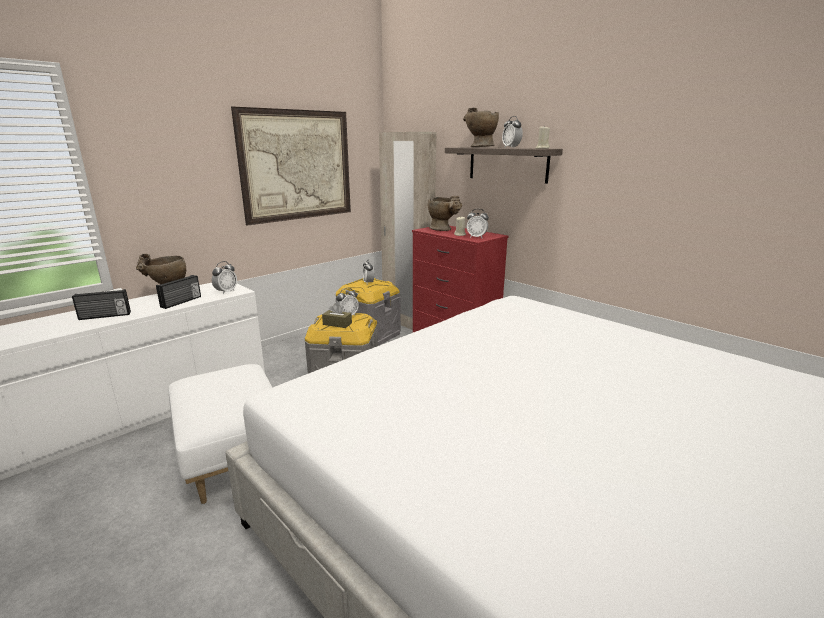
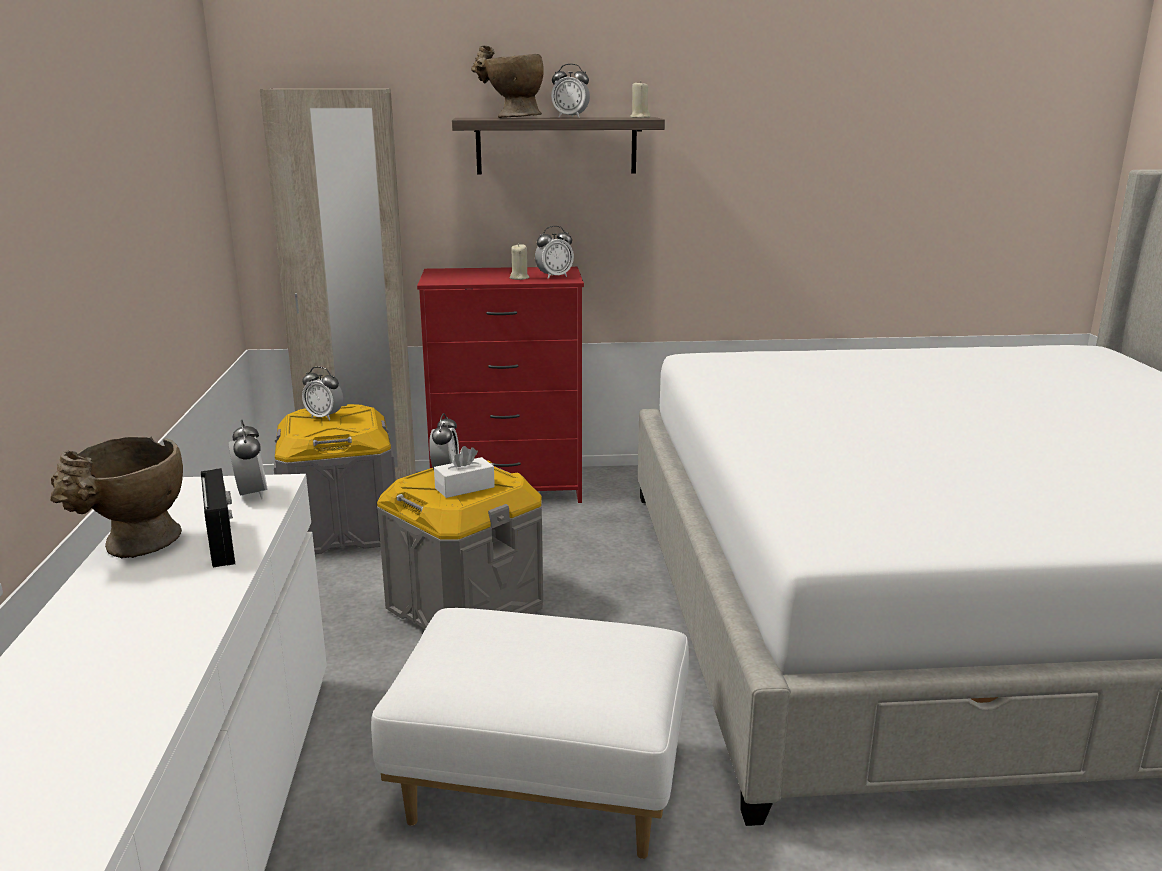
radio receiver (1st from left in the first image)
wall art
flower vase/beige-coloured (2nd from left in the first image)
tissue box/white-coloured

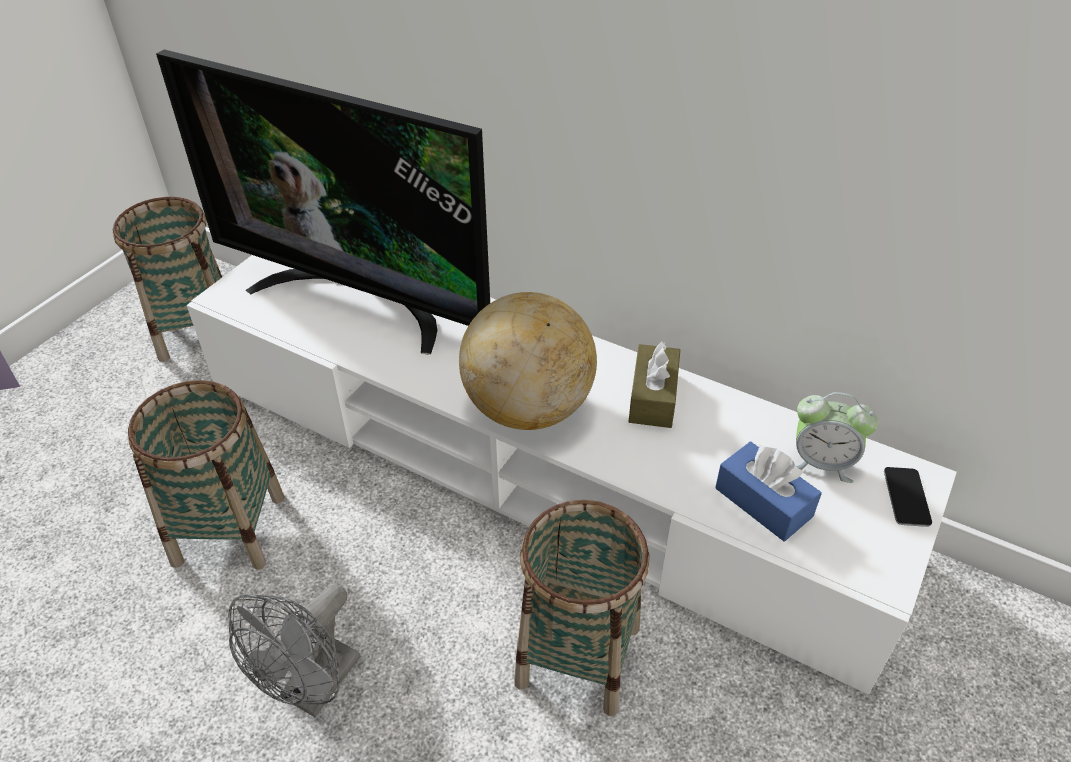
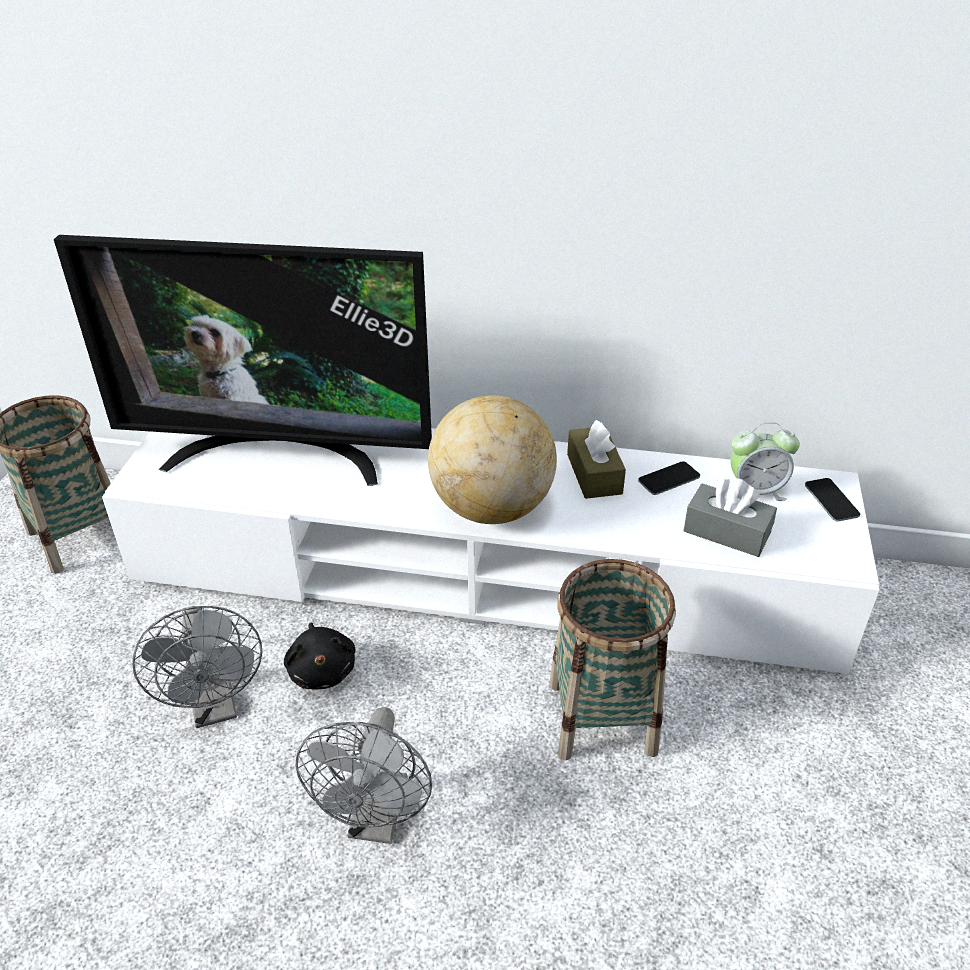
soft toy/blackish
telephone (1st from left)
cooling fan/greyish (1st from left)
tissue box/greyish

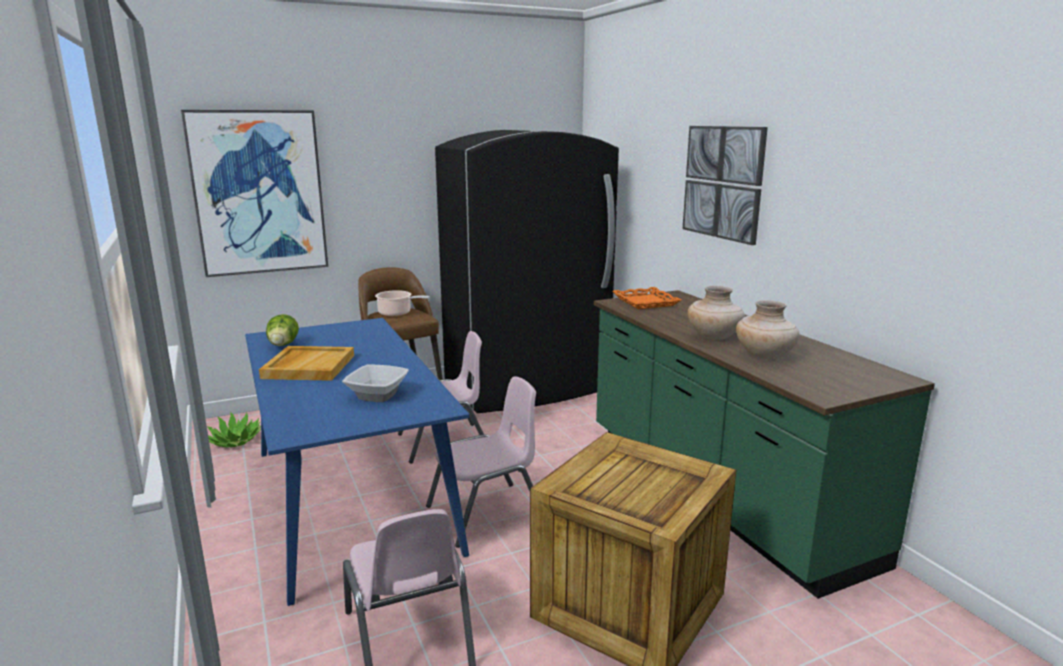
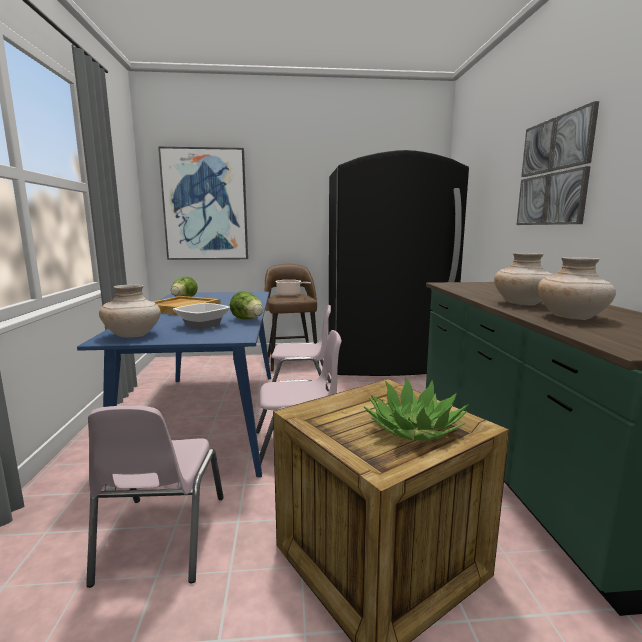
carrying tray/orange-coloured
flower vase/beige-coloured (1st from left)
lettuce head (2nd from left)
potted plant

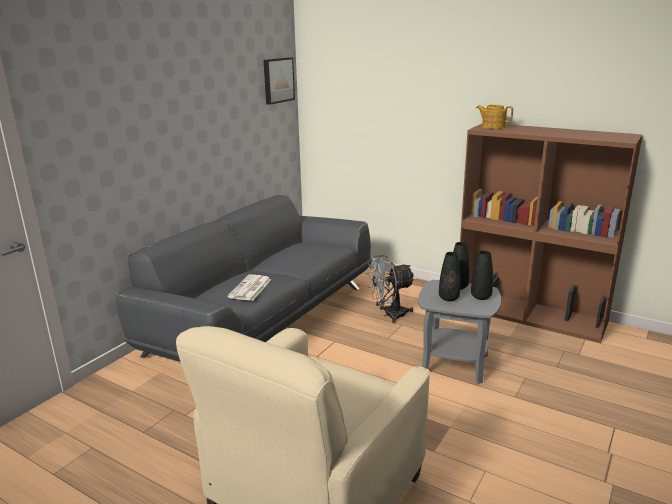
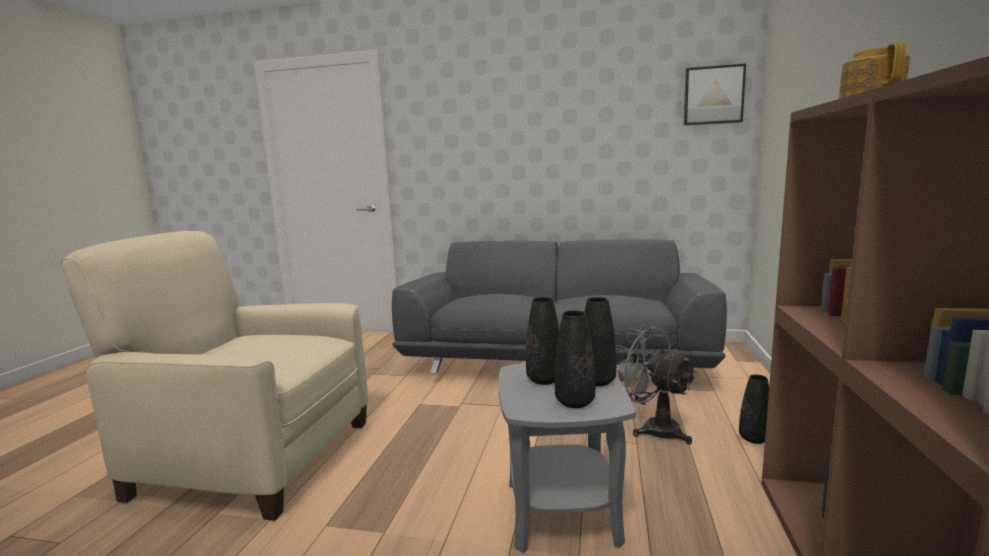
newspaper
flower vase/blackish (4th from left)

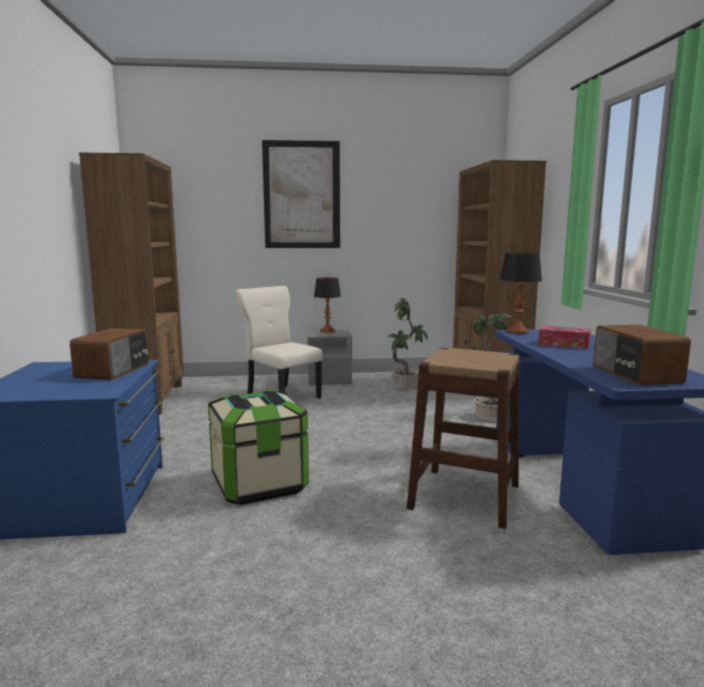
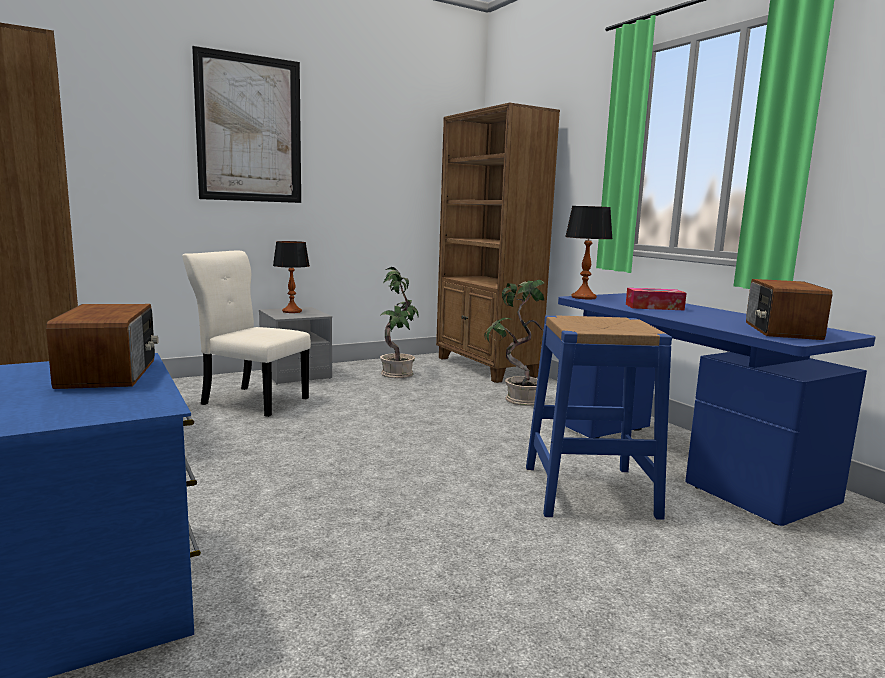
storage box
stool/blue-coloured
radio receiver (2nd from left)

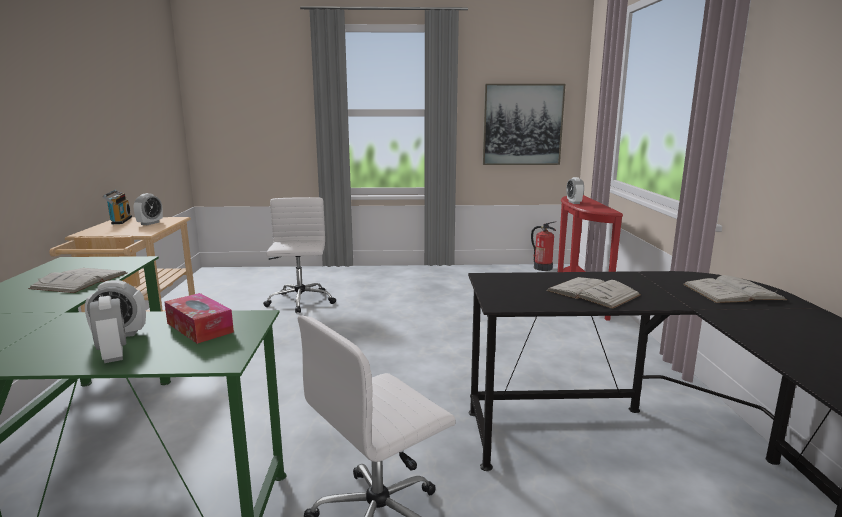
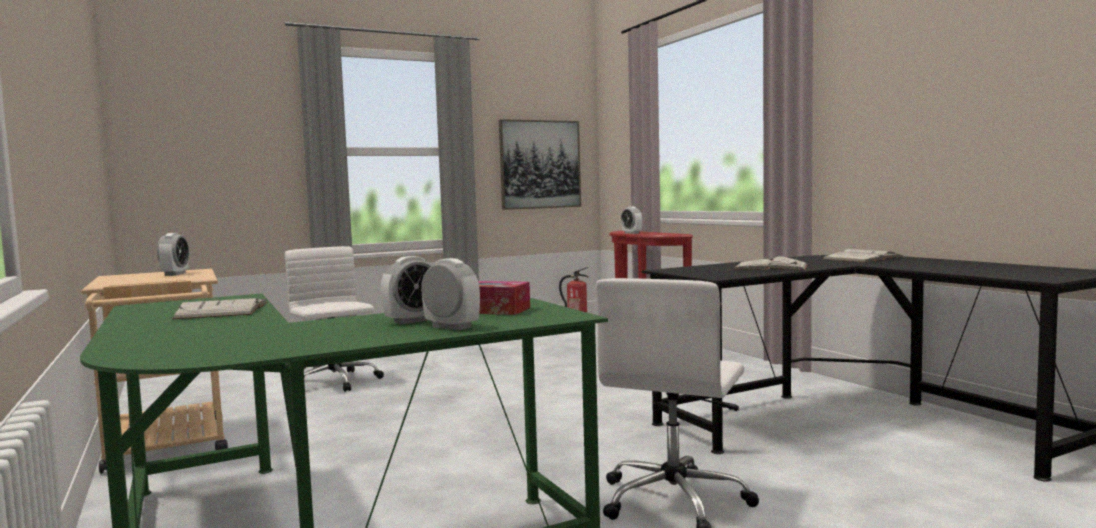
radio receiver

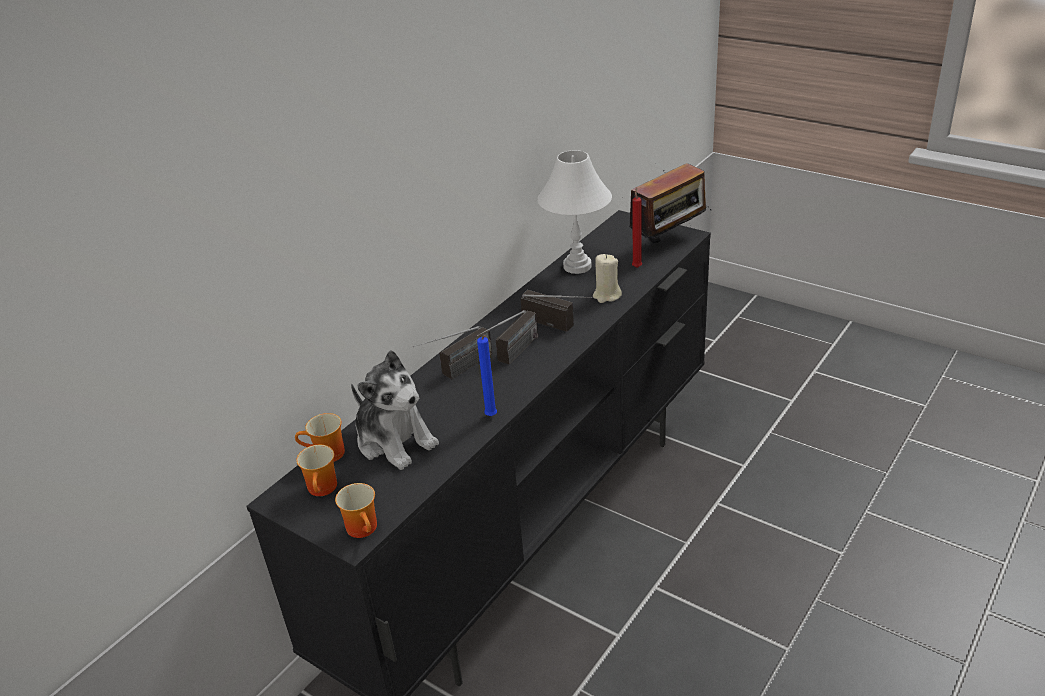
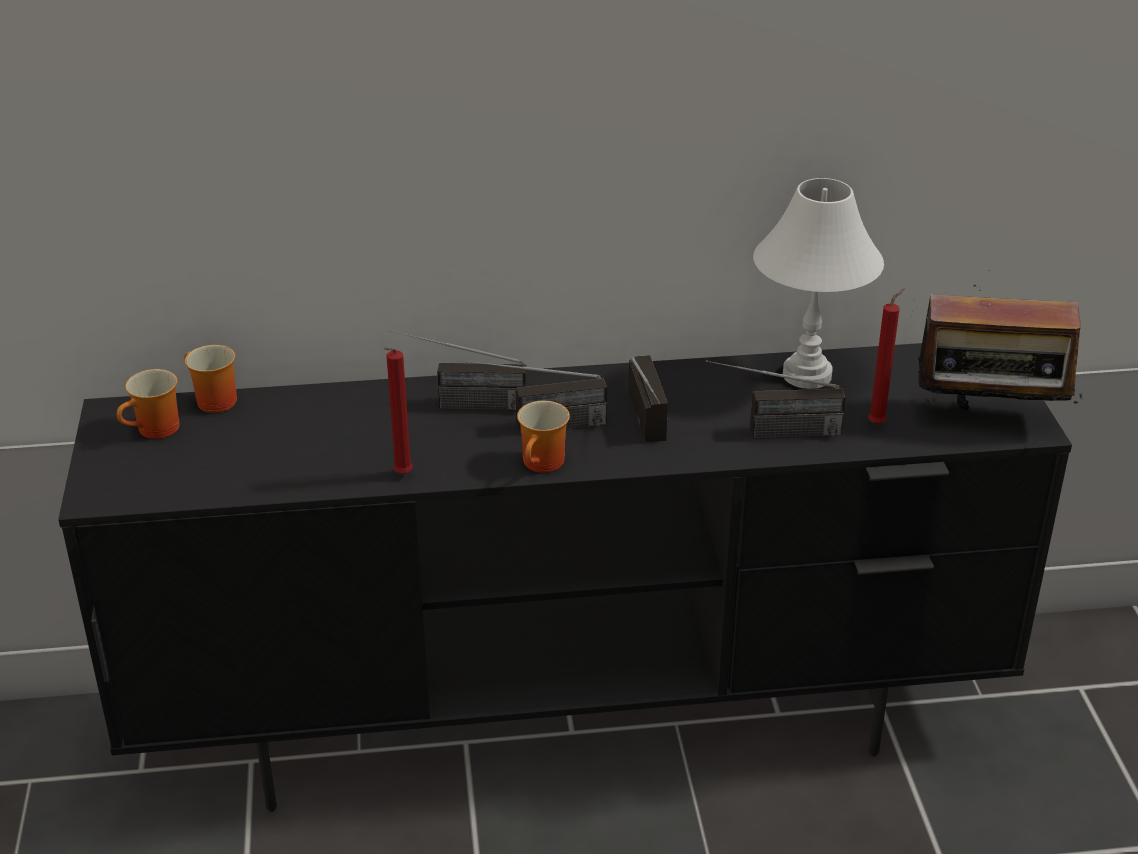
soft toy
tea mug (3rd from left)
radio receiver (4th from left)
wax light/red-coloured (1st from left)

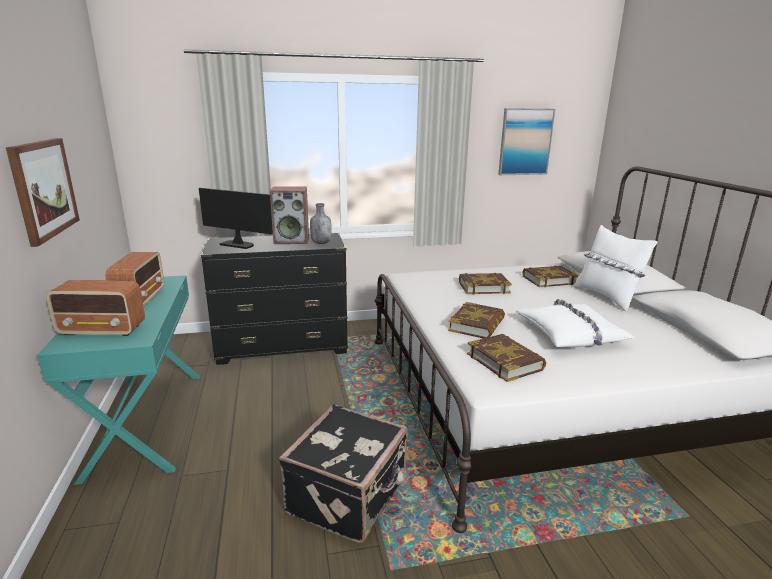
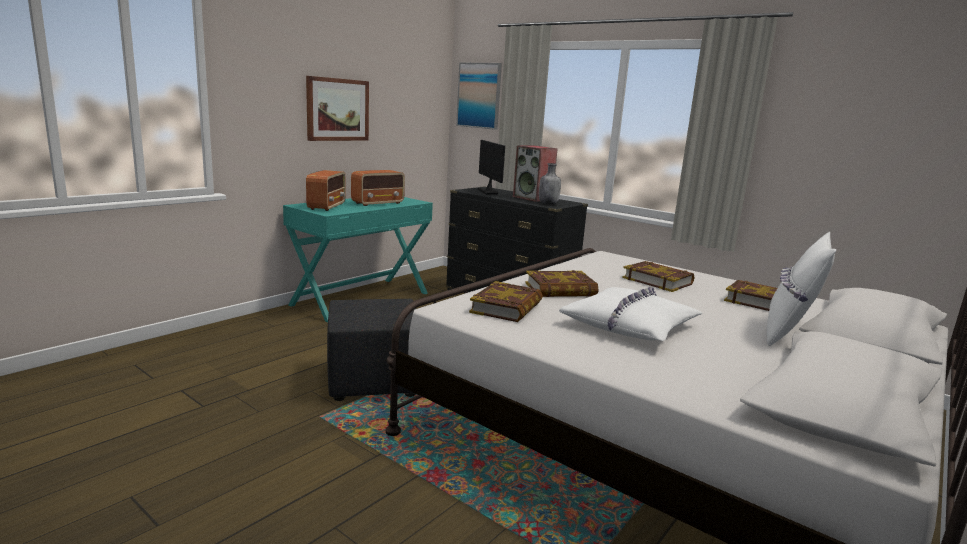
wall art (2nd from left)
pouffe/blackish
radio receiver (1st from left)

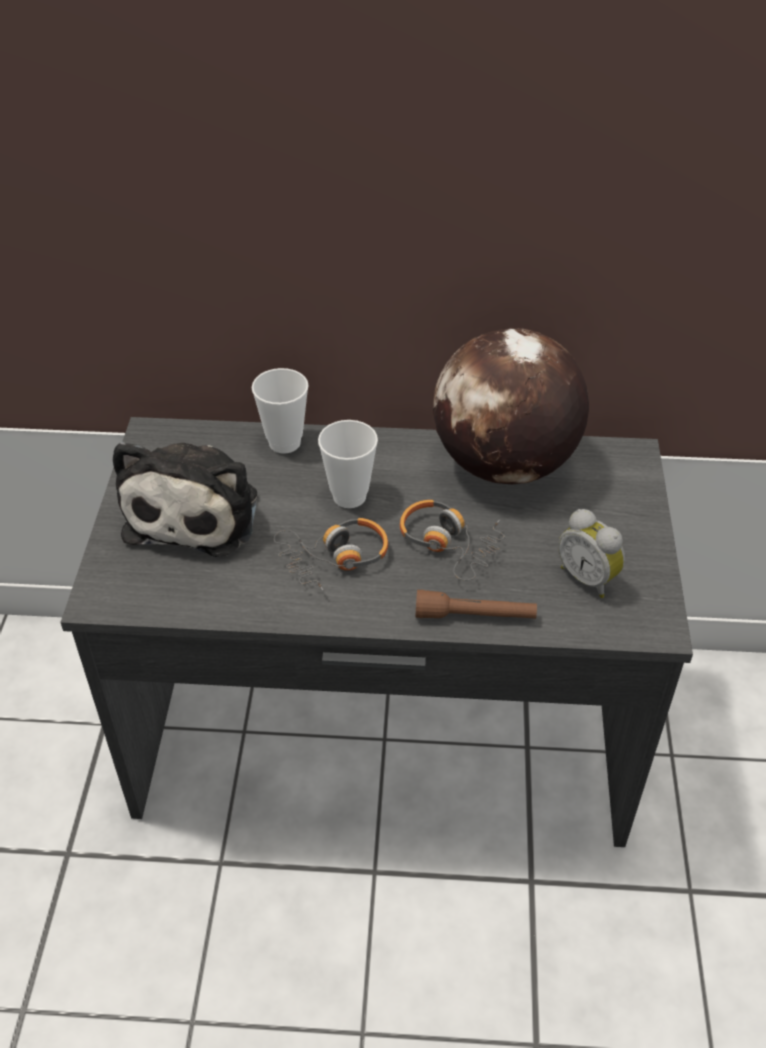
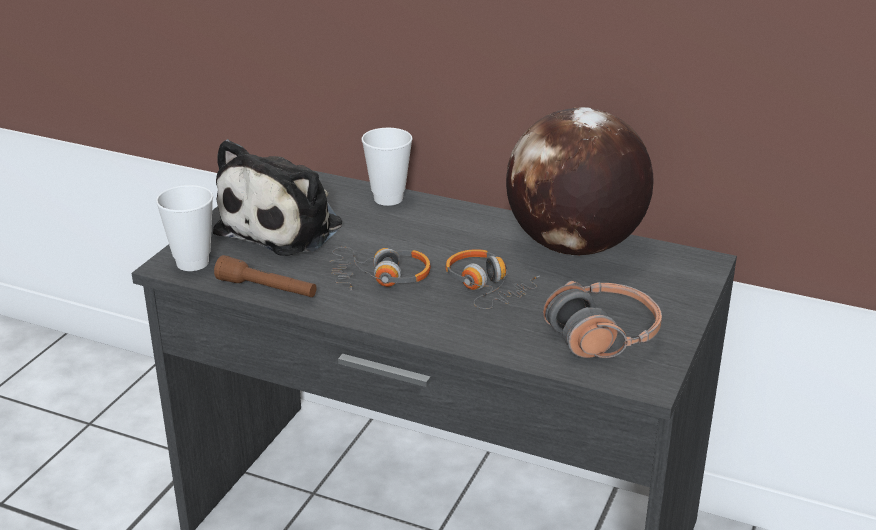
drinking cup (1st from left)
flashlight/brown
pair of headphones (3rd from left)

